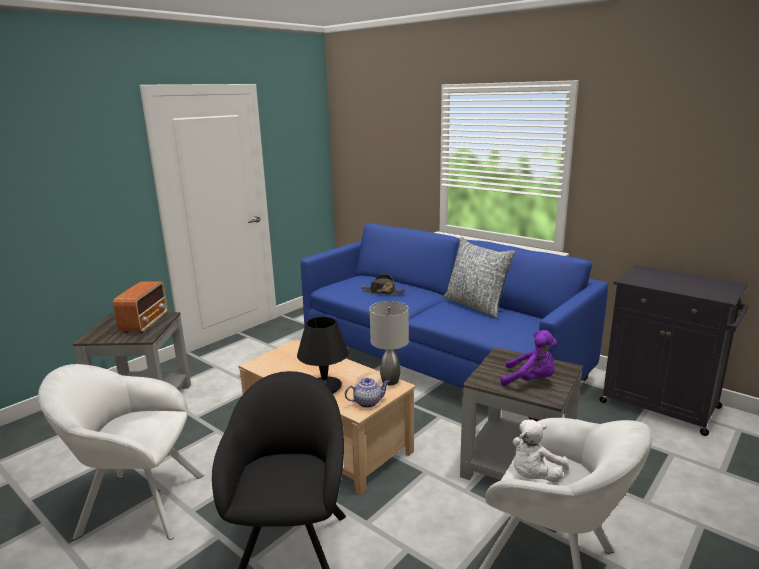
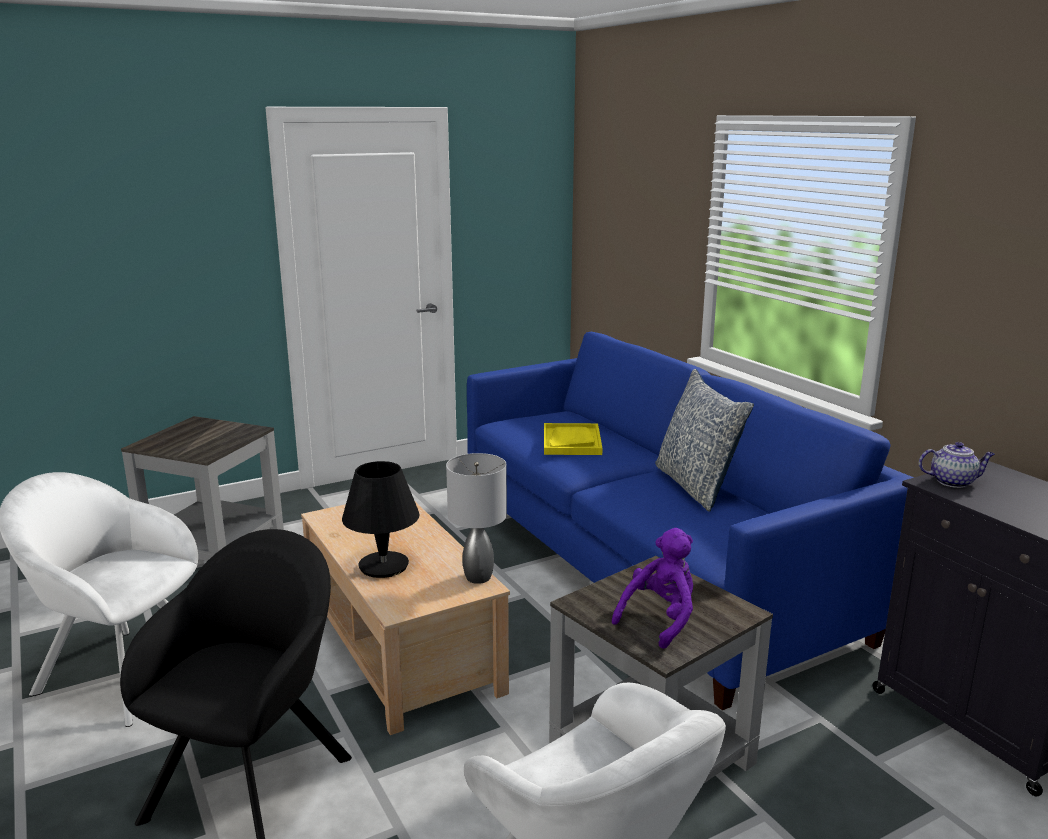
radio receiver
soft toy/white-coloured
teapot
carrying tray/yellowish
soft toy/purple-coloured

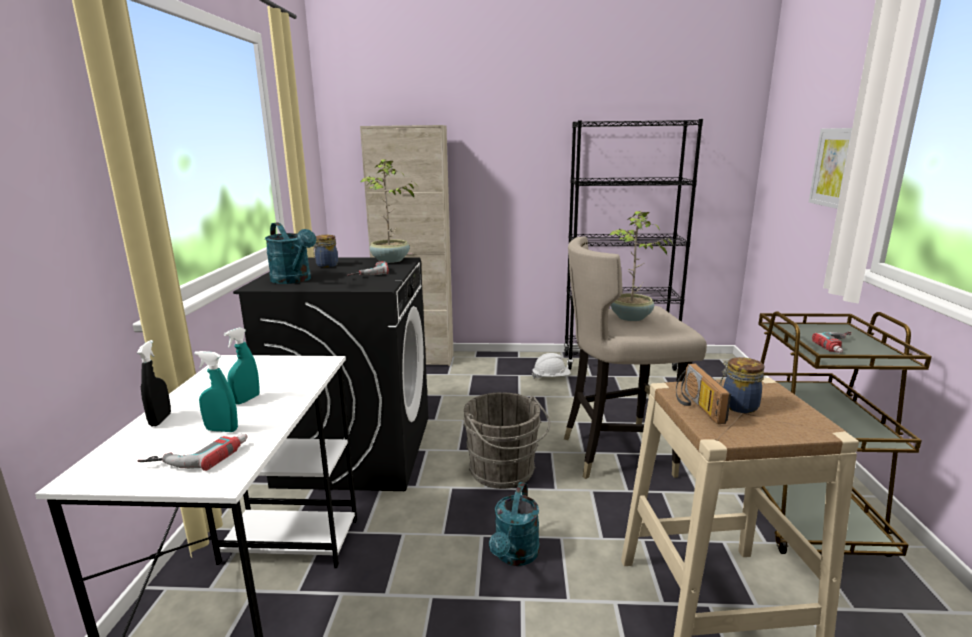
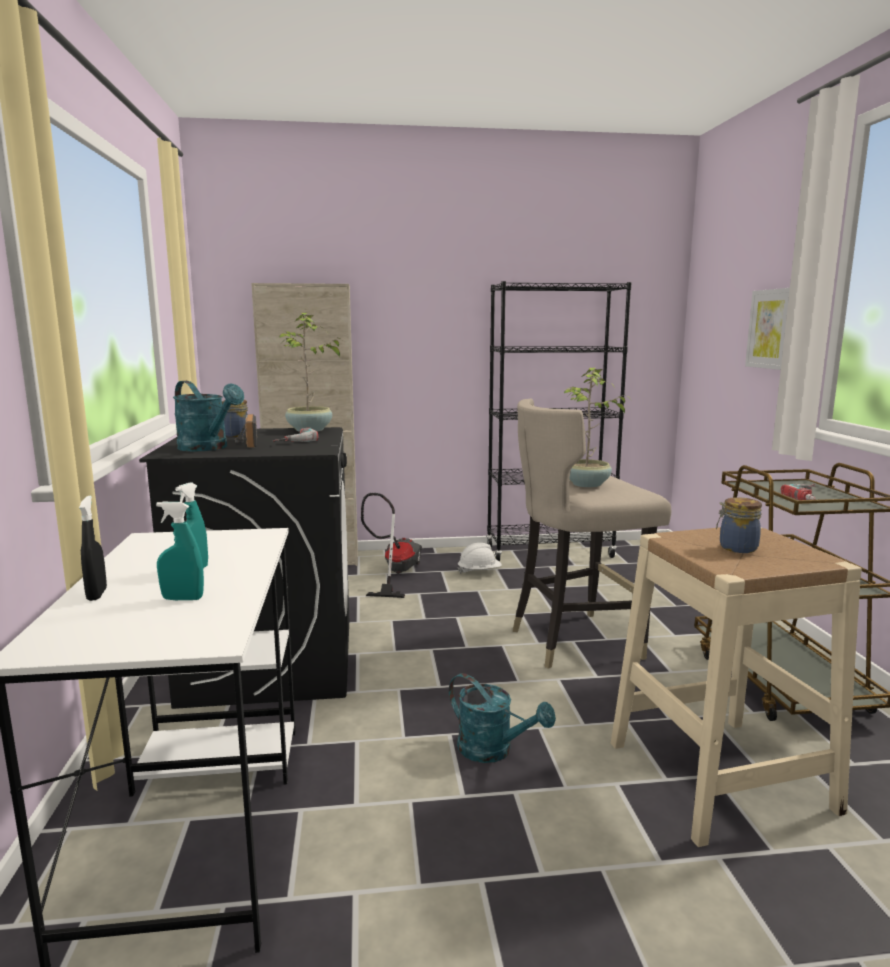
power drill (1st from left in the first image)
pail/greyish
hoover
radio receiver
sprinkling can/turquoise (2nd from left)

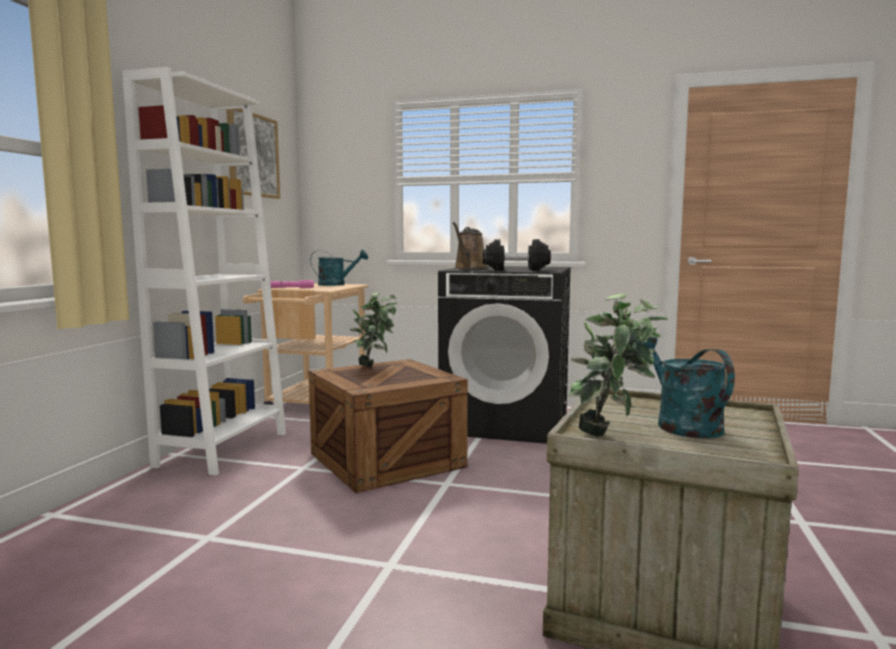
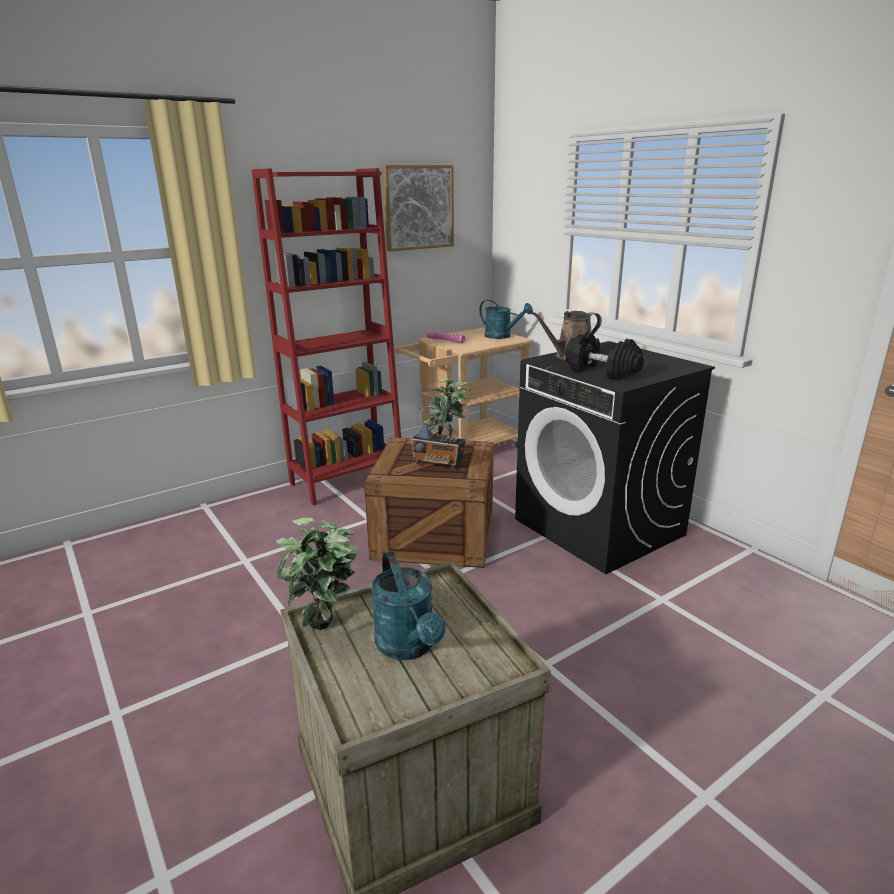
radio receiver
bookcase/red-coloured
sprinkling can/turquoise (1st from left)

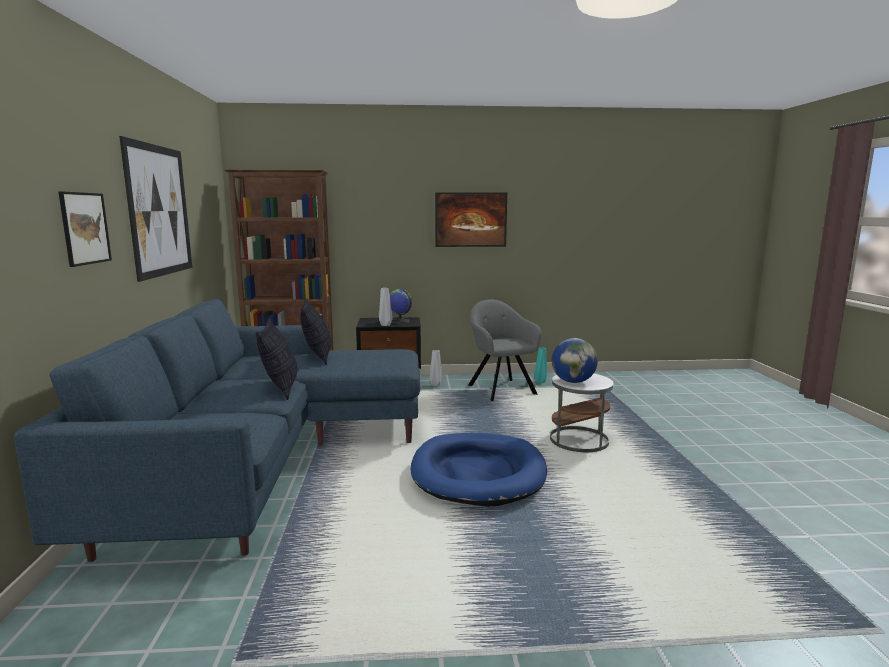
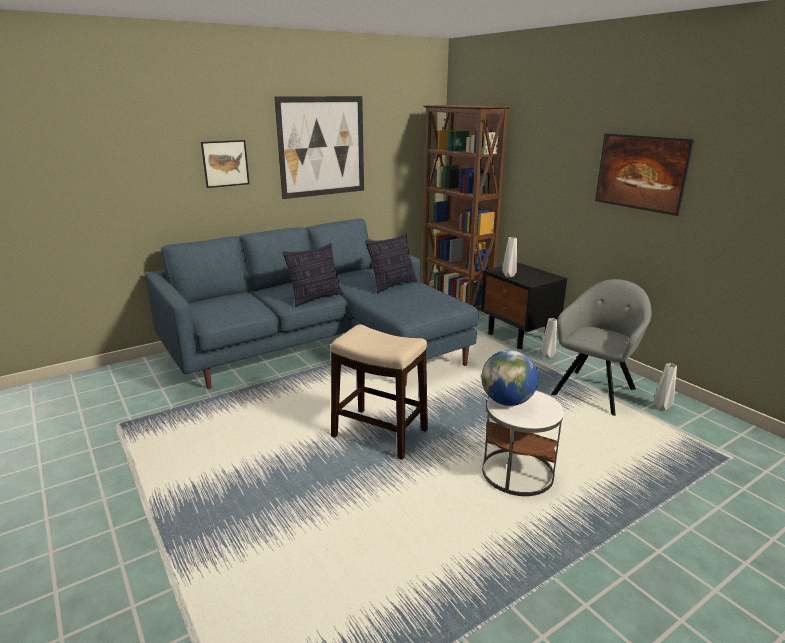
globe (1st from left in the first image)
stool
flower vase/greyish (3rd from left)

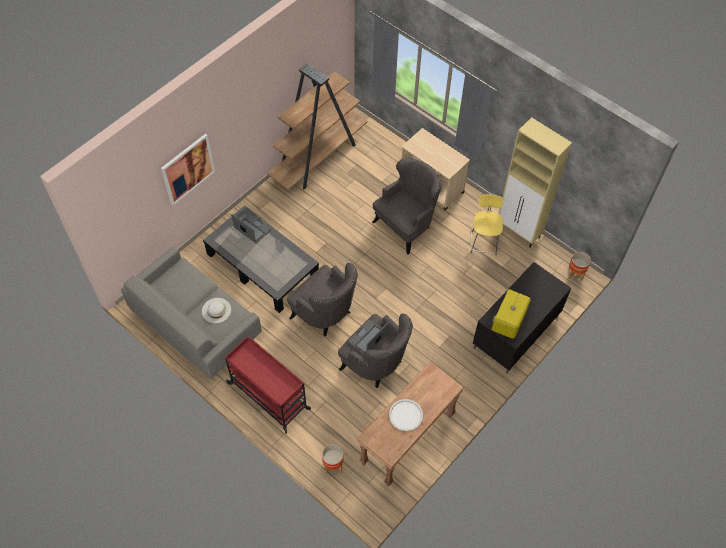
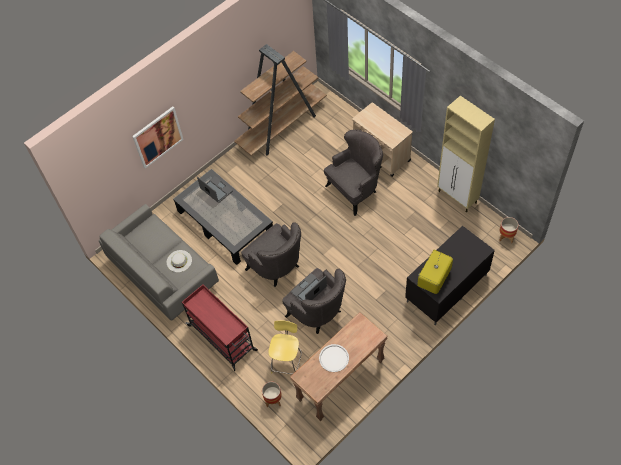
stool/yellowish

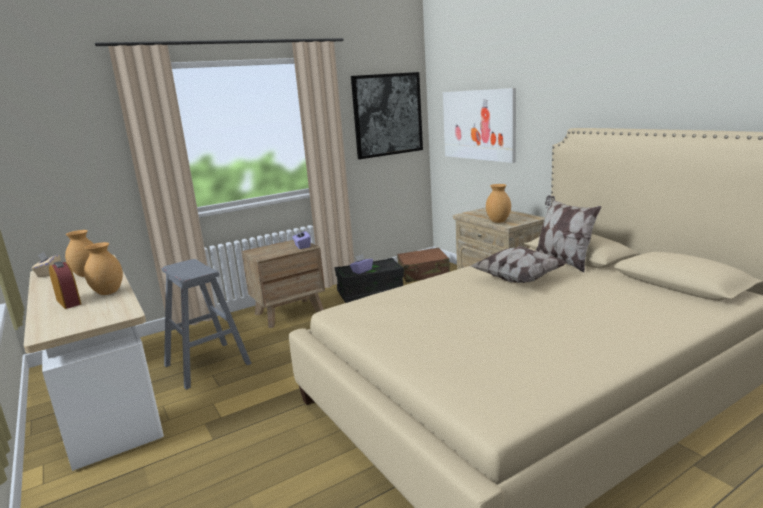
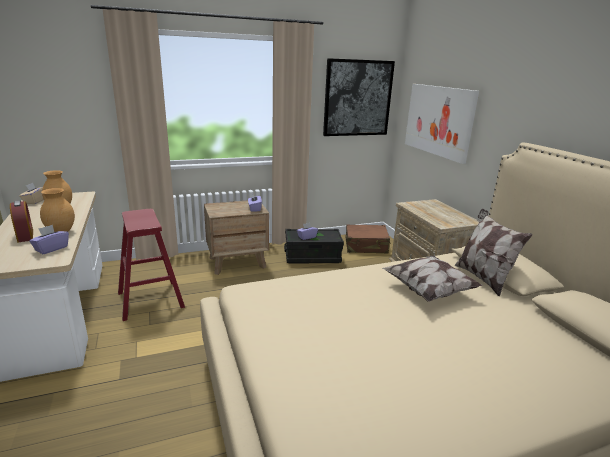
flower vase/brown (3rd from left in the first image)
tissue box/purple-coloured (1st from left)
stool/red-coloured

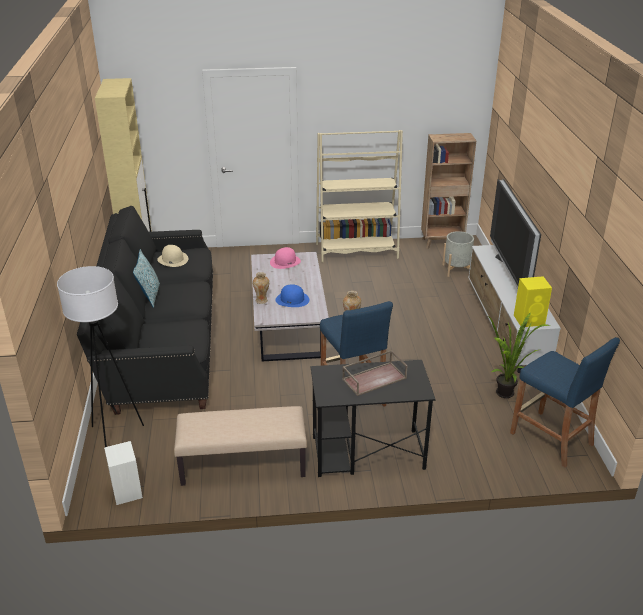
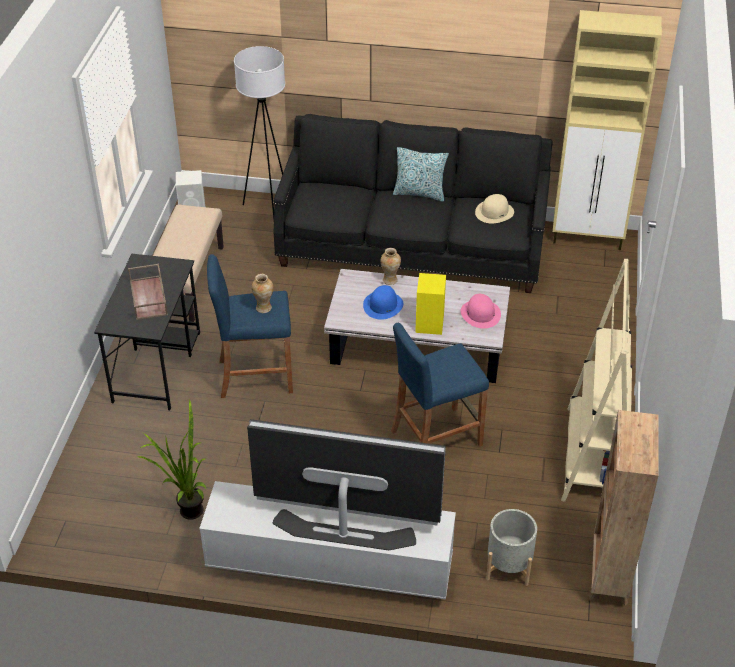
stool/blue-coloured (2nd from left)
audio speaker/yellowish

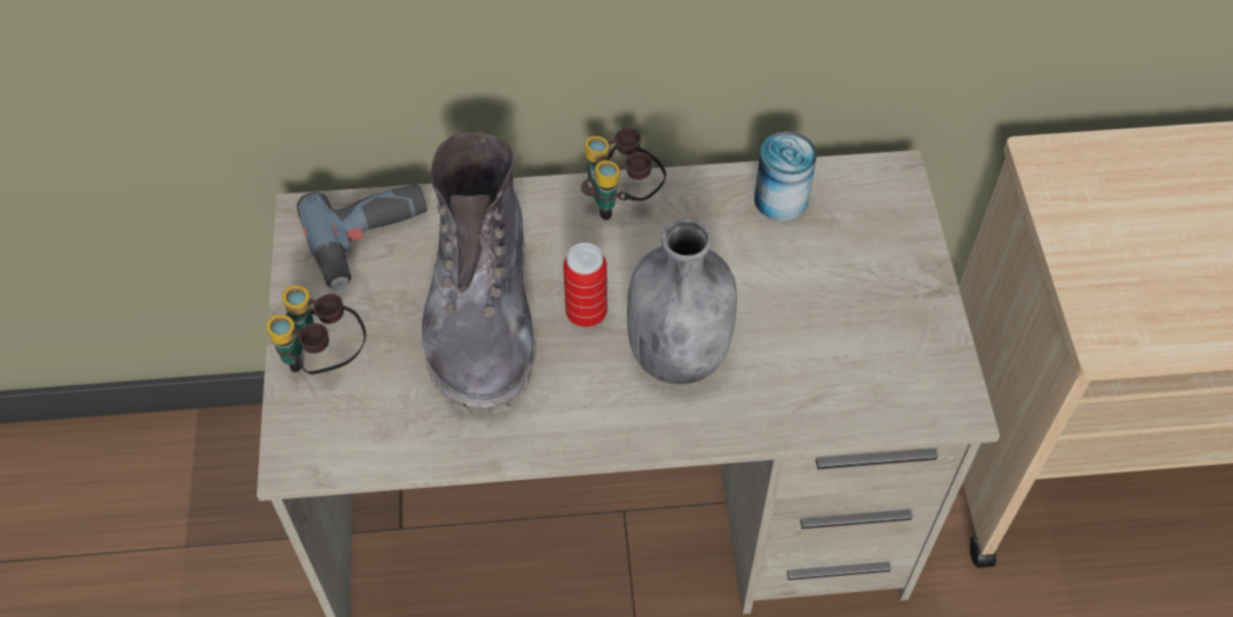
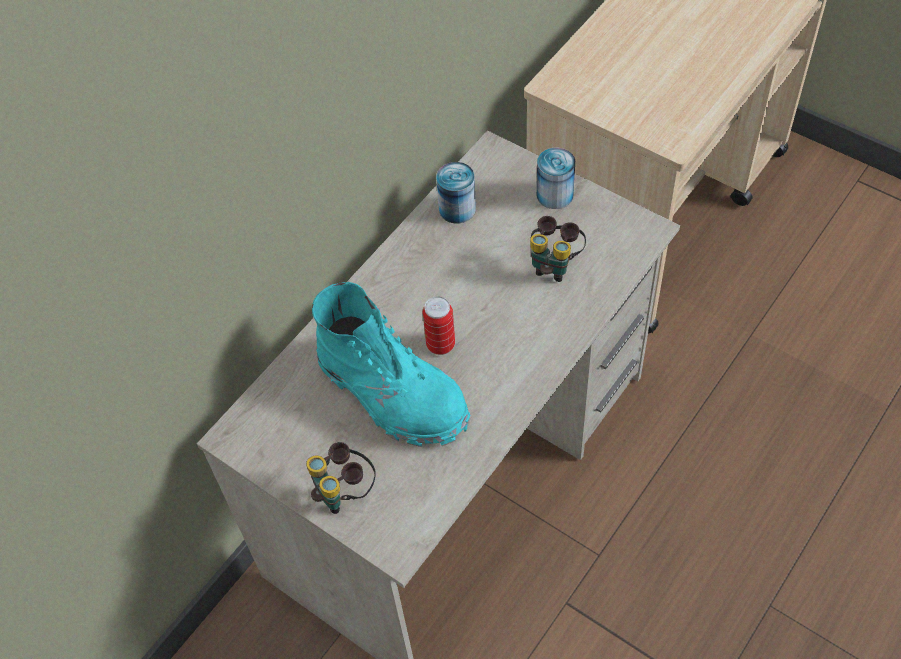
power drill
bottle/greyish
sealed can (3rd from left)
binoculars (2nd from left)
tall boot/turquoise

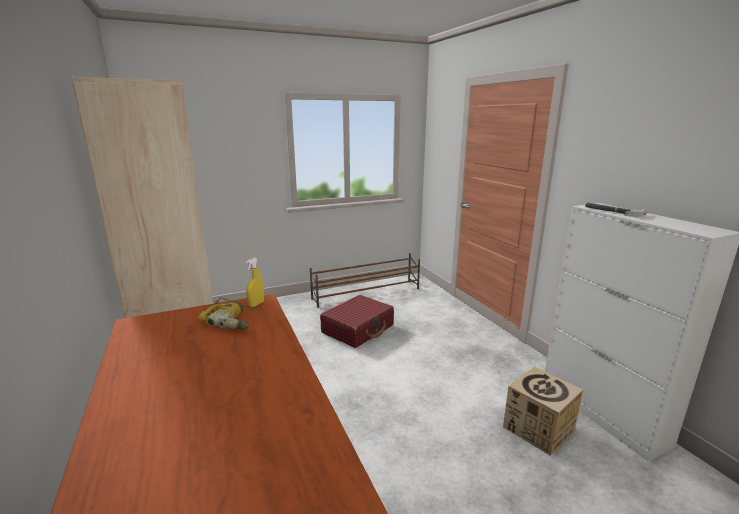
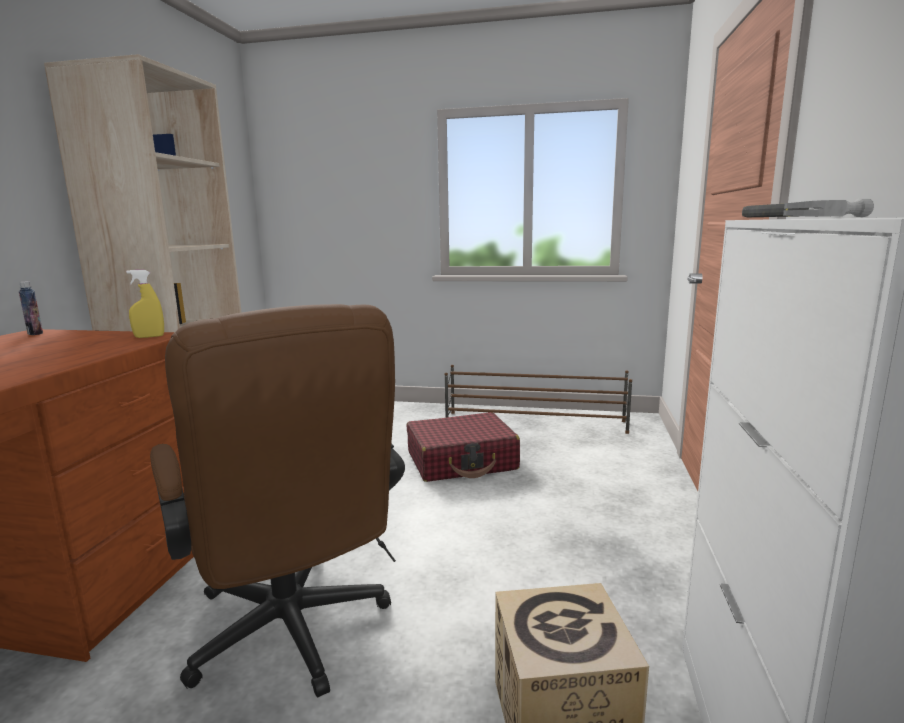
power drill
bottle
computer chair/brown

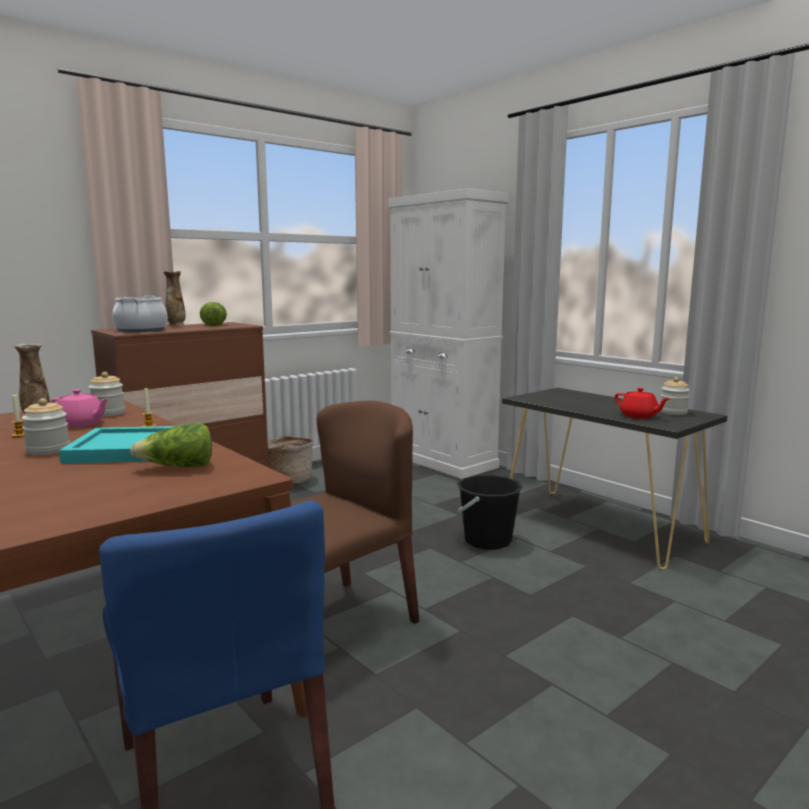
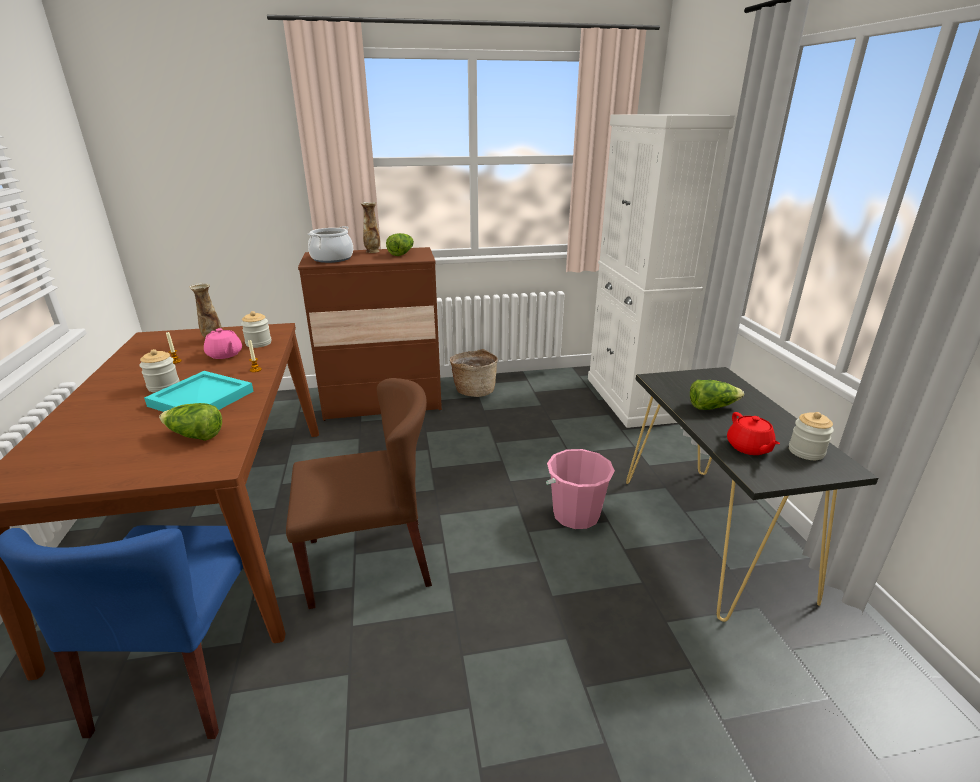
lettuce head (3rd from left)
pail/pink-coloured

